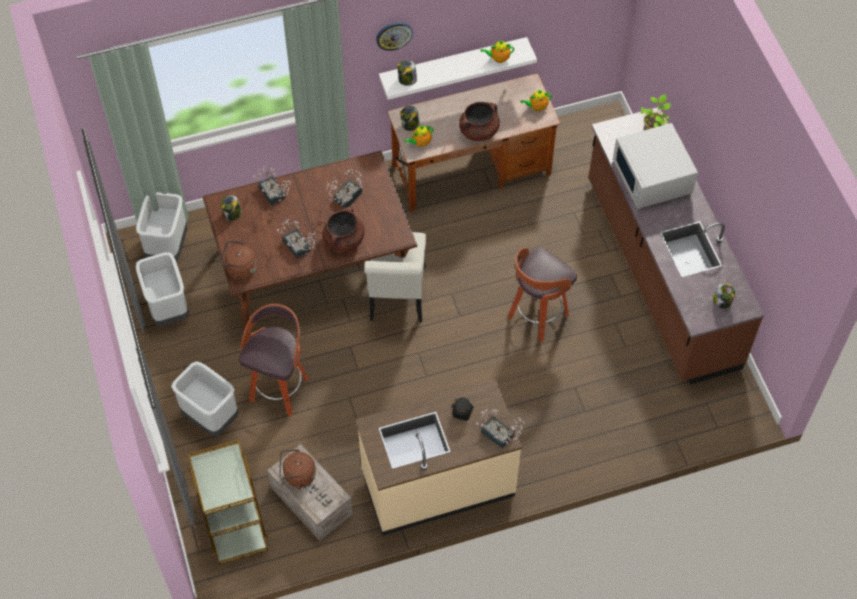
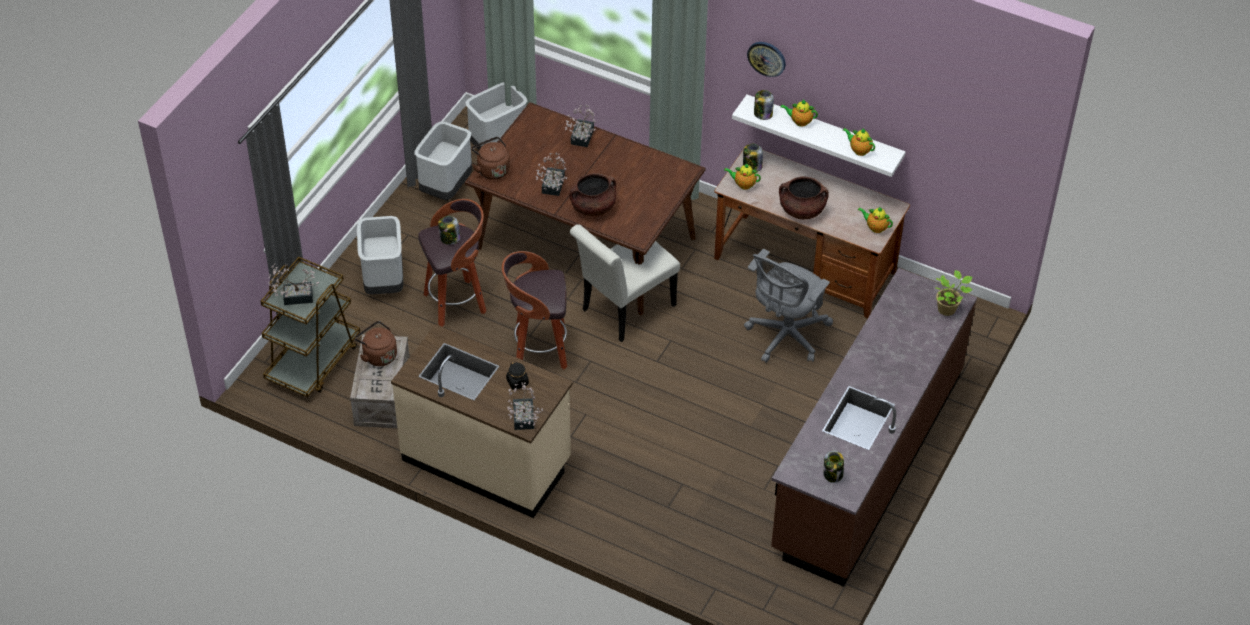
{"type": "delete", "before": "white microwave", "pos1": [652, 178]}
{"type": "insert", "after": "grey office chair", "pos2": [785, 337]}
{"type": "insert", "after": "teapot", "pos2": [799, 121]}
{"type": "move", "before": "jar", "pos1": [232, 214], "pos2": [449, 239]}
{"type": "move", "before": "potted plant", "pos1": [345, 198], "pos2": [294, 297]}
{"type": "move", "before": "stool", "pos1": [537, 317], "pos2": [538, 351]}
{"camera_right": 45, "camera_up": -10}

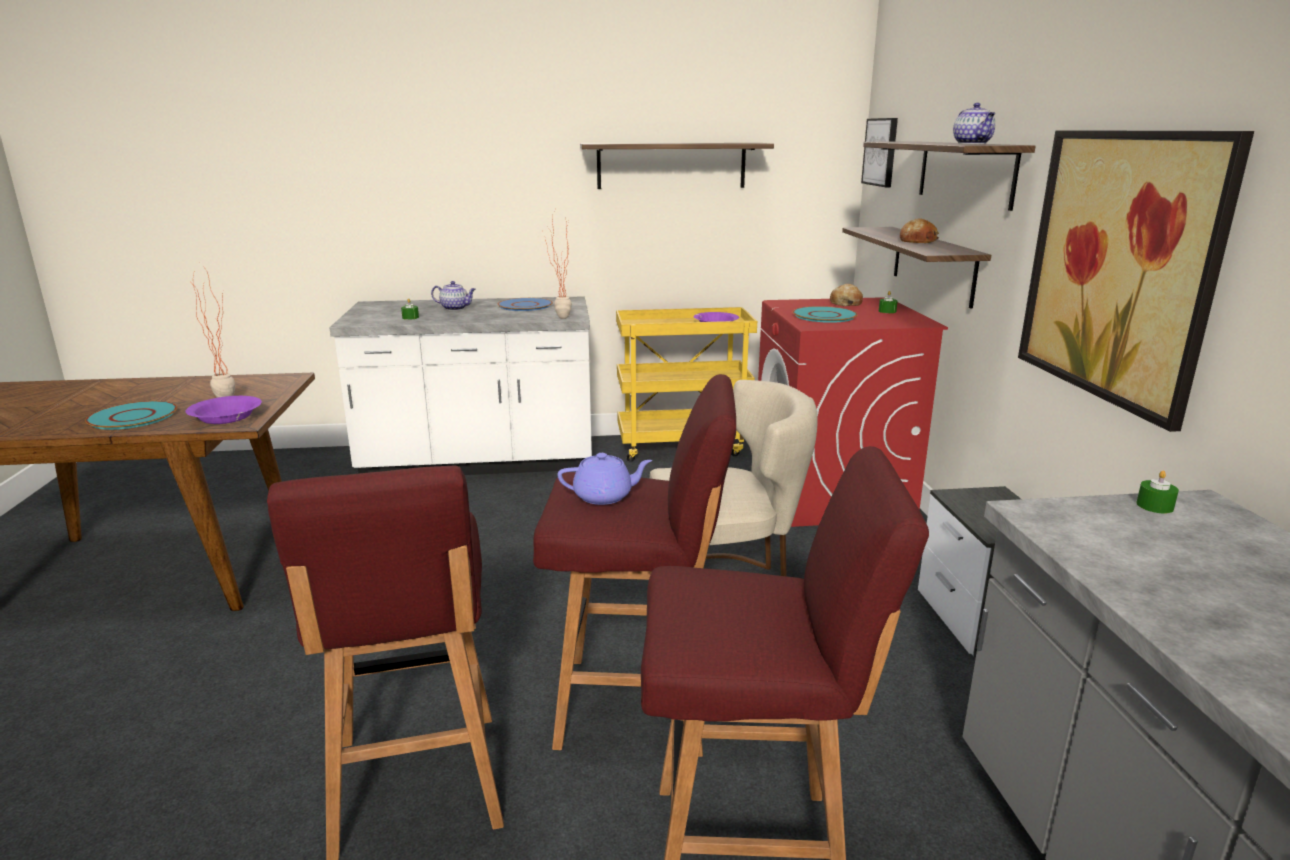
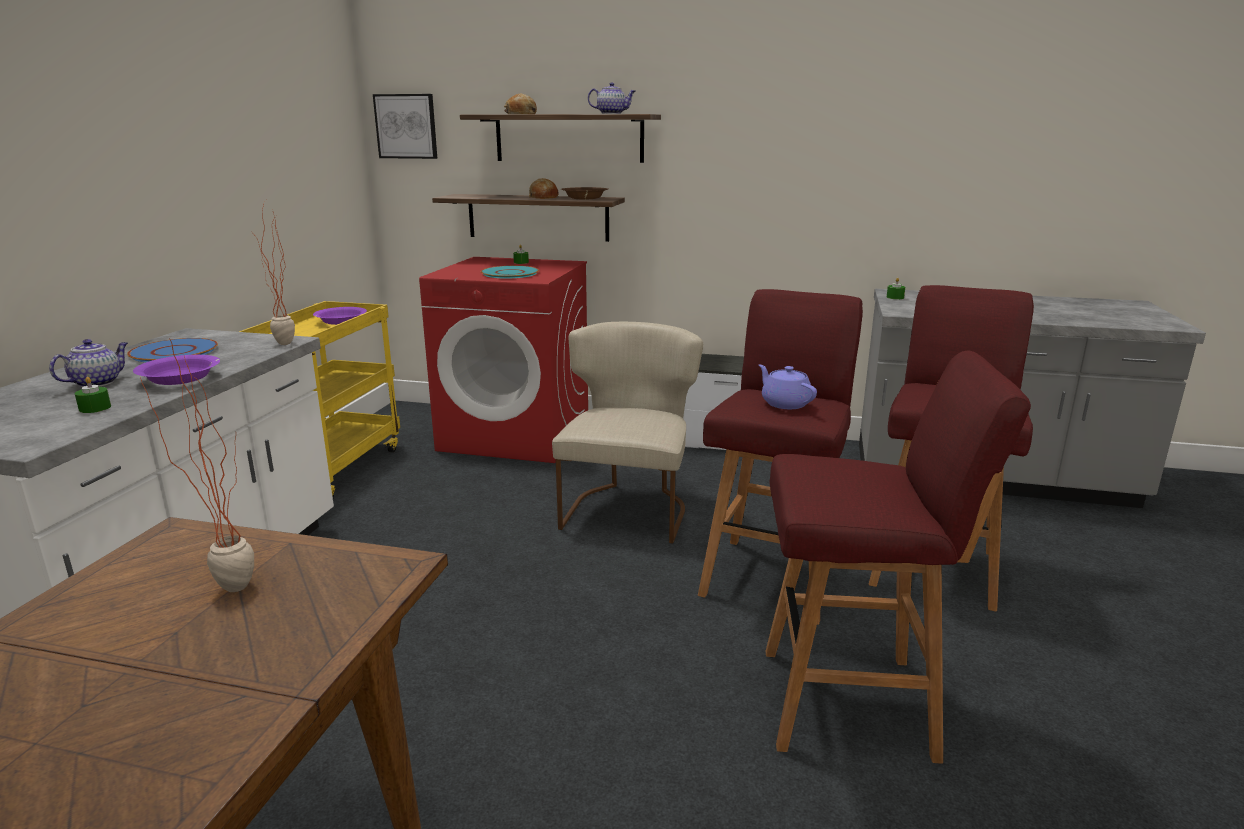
{"type": "delete", "before": "turquoise plate", "pos1": [133, 417]}
{"type": "delete", "before": "shelf", "pos1": [671, 165]}
{"type": "delete", "before": "picture", "pos1": [1119, 267]}
{"type": "insert", "after": "brown bowl", "pos2": [584, 198]}
{"type": "move", "before": "purple bowl", "pos1": [226, 418], "pos2": [180, 379]}
{"type": "move", "before": "bread", "pos1": [845, 303], "pos2": [521, 114]}
{"type": "rotate", "before": "purple teapot", "pos1": [604, 496], "pos2": [785, 403], "turn": -45}
{"camera_right": -70, "camera_up": 0}

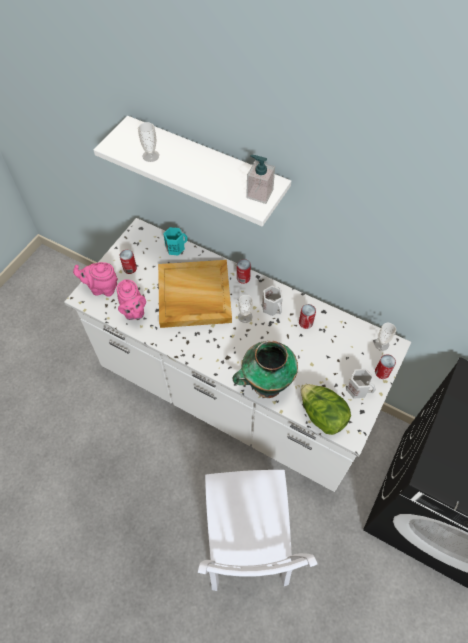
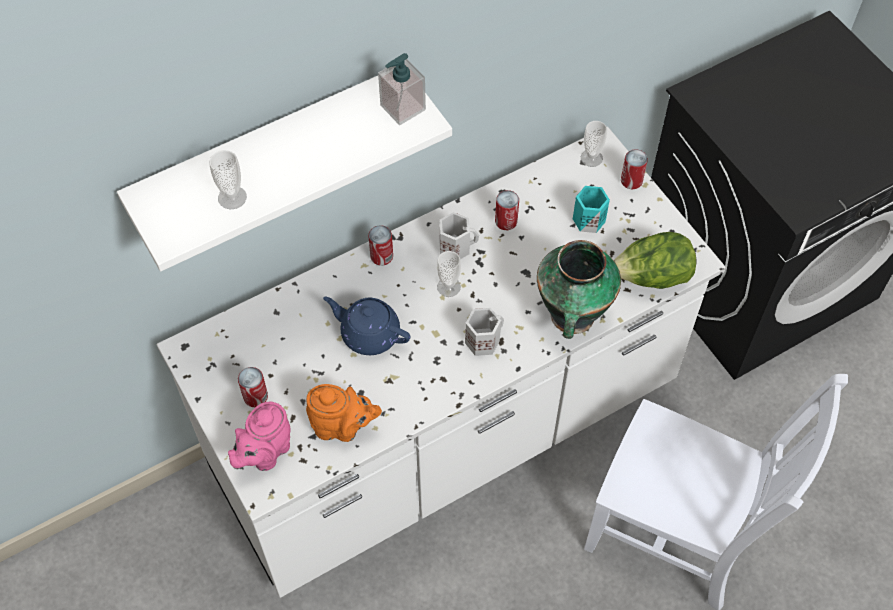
{"type": "move", "before": "turquoise mug", "pos1": [175, 247], "pos2": [588, 219]}
{"type": "move", "before": "white mug", "pos1": [358, 389], "pos2": [483, 340]}
{"type": "replace", "before": "beige tray", "after": "blue teapot", "pos1": [193, 296], "pos2": [369, 333]}
{"type": "recolor", "before": "pink teapot", "after": "orange teapot", "pos1": [133, 312], "pos2": [342, 427]}
{"camera_right": -60, "camera_up": 0}

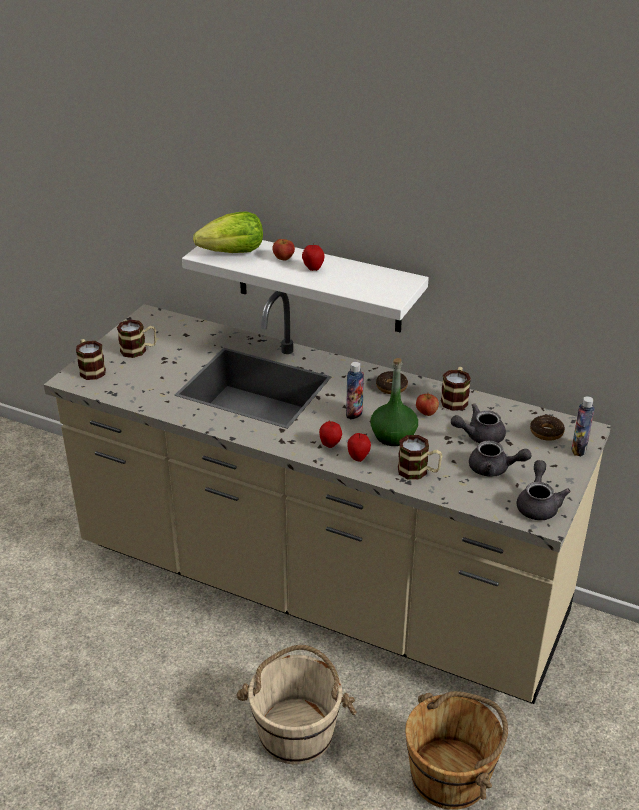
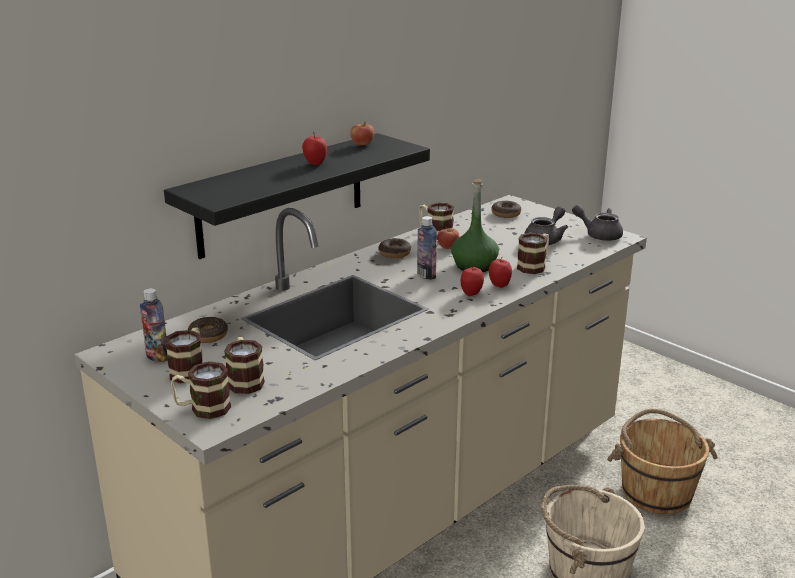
{"type": "delete", "before": "lettuce", "pos1": [233, 253]}
{"type": "delete", "before": "grey teapot", "pos1": [479, 436]}
{"type": "insert", "after": "donut", "pos2": [208, 335]}
{"type": "insert", "after": "mug", "pos2": [245, 380]}
{"type": "move", "before": "apple", "pos1": [283, 258], "pos2": [362, 144]}
{"type": "move", "before": "bottle", "pos1": [579, 449], "pos2": [157, 357]}
{"type": "recolor", "before": "white shelf", "after": "black shelf", "pos1": [319, 282], "pos2": [281, 195]}
{"camera_right": -70, "camera_up": -10}

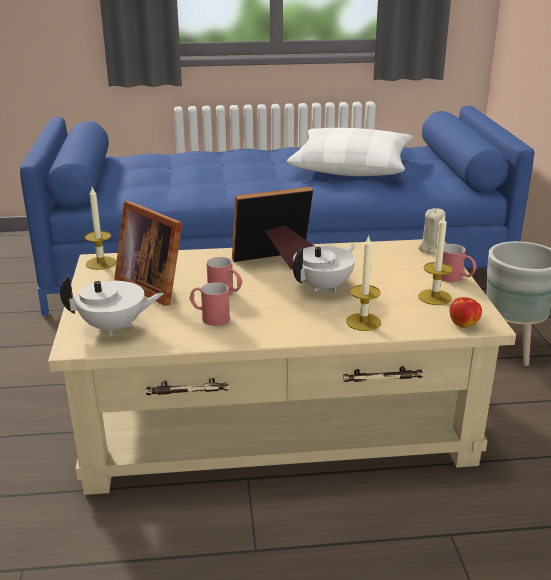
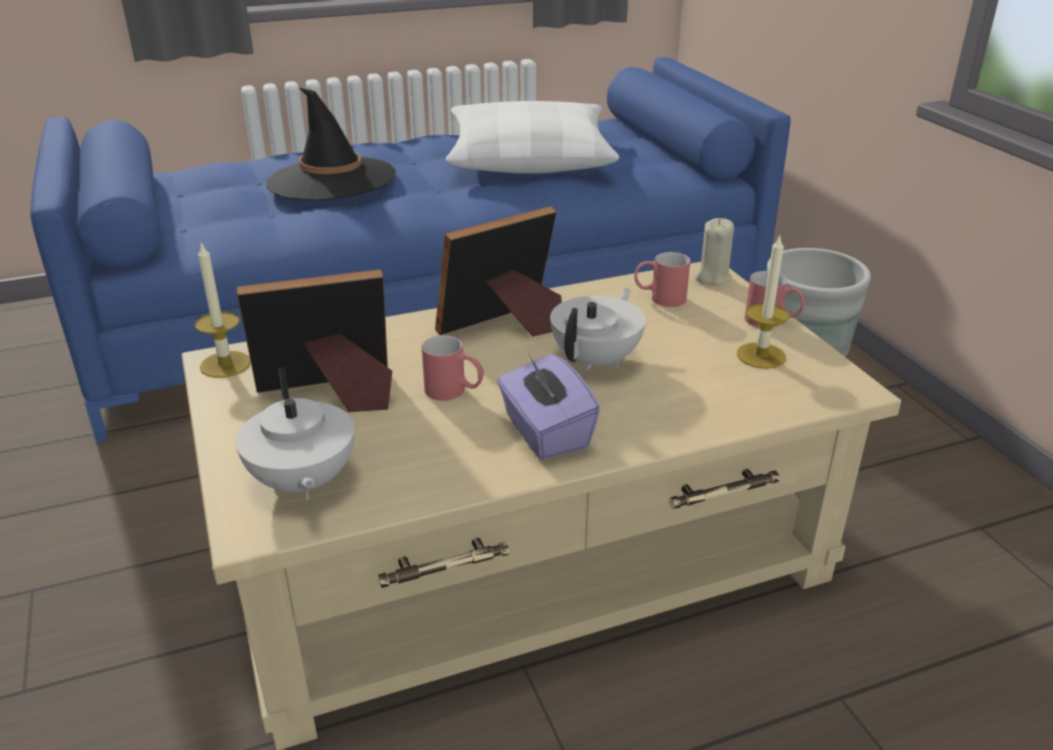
{"type": "delete", "before": "candle", "pos1": [363, 322]}
{"type": "delete", "before": "apple", "pos1": [464, 324]}
{"type": "insert", "after": "black hat", "pos2": [331, 180]}
{"type": "insert", "after": "purple tissue box", "pos2": [545, 432]}
{"type": "move", "before": "red mug", "pos1": [209, 317], "pos2": [659, 298]}
{"type": "rotate", "before": "white teapot", "pos1": [114, 327], "pos2": [302, 483], "turn": 90}
{"type": "rotate", "before": "picture frame", "pos1": [153, 285], "pos2": [332, 394], "turn": 135}
{"camera_right": -15, "camera_up": 5}

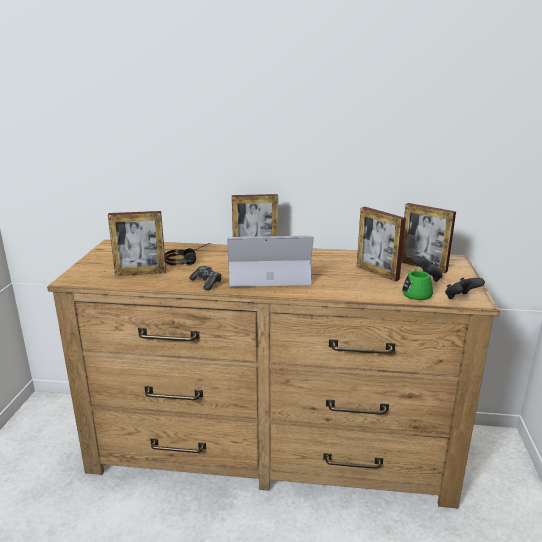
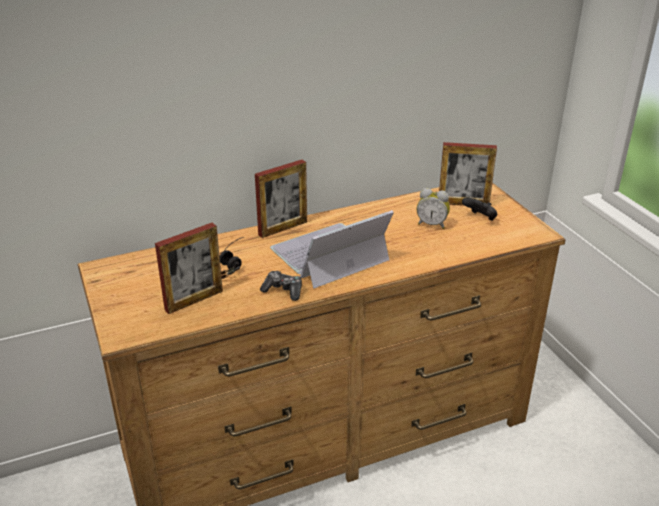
{"type": "delete", "before": "green mug", "pos1": [416, 293]}
{"type": "delete", "before": "black game controller", "pos1": [461, 298]}
{"type": "replace", "before": "picture frame", "after": "alarm clock", "pos1": [377, 272], "pos2": [432, 224]}
{"camera_right": -30, "camera_up": 10}

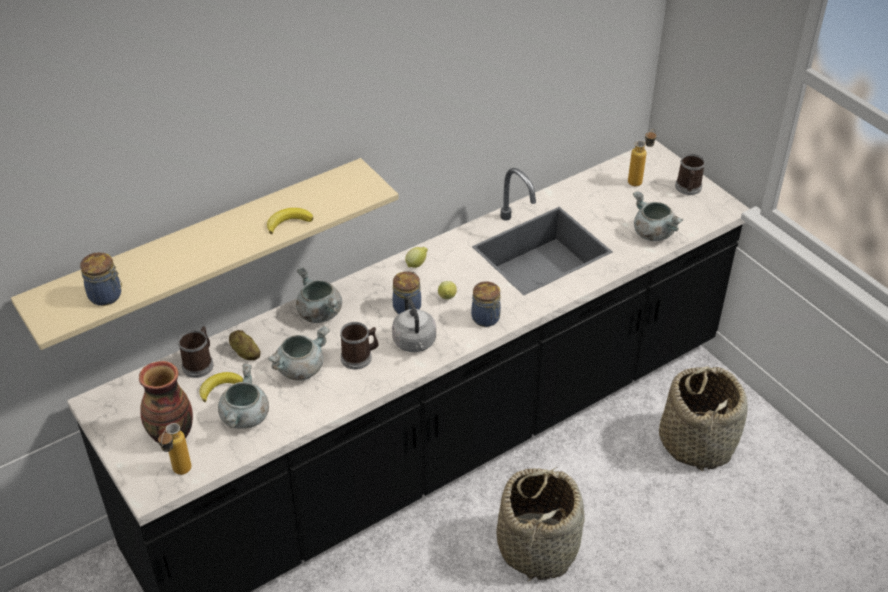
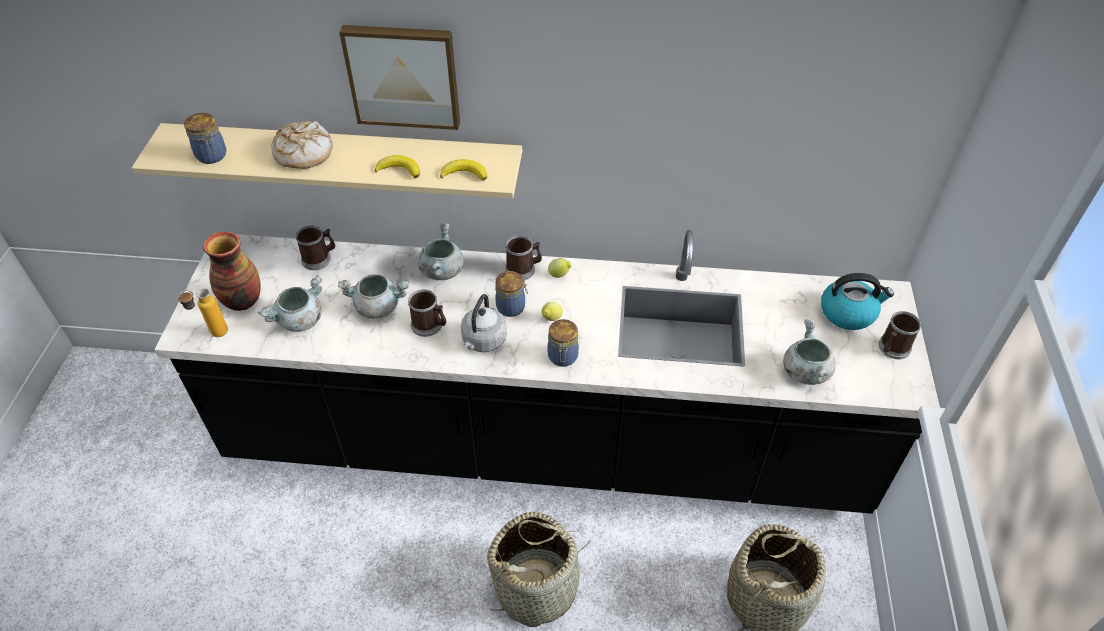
{"type": "delete", "before": "potato", "pos1": [245, 353]}
{"type": "insert", "after": "bread", "pos2": [303, 153]}
{"type": "insert", "after": "picture", "pos2": [403, 75]}
{"type": "insert", "after": "mug", "pos2": [523, 269]}
{"type": "move", "before": "banana", "pos1": [220, 387], "pos2": [464, 173]}
{"type": "replace", "before": "bottle", "after": "kettle", "pos1": [639, 180], "pos2": [848, 312]}
{"camera_right": 40, "camera_up": 5}

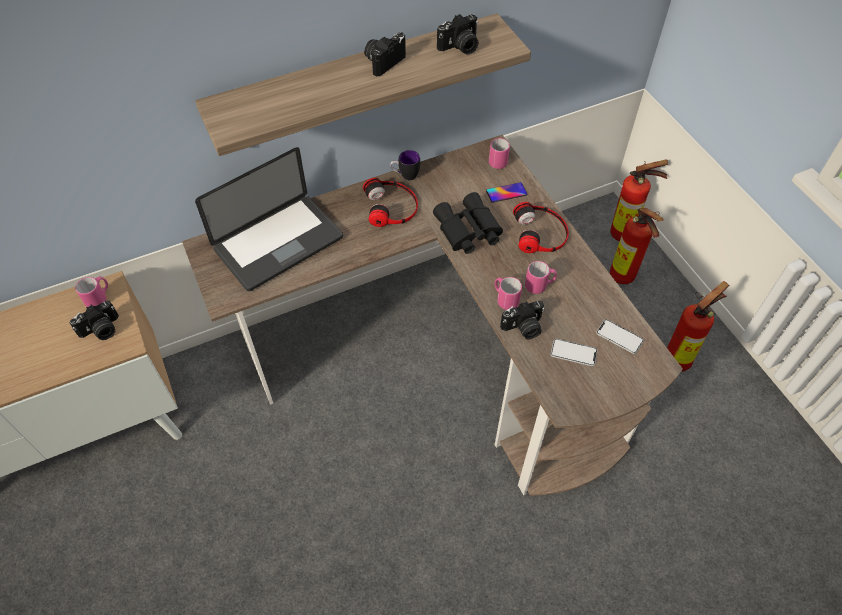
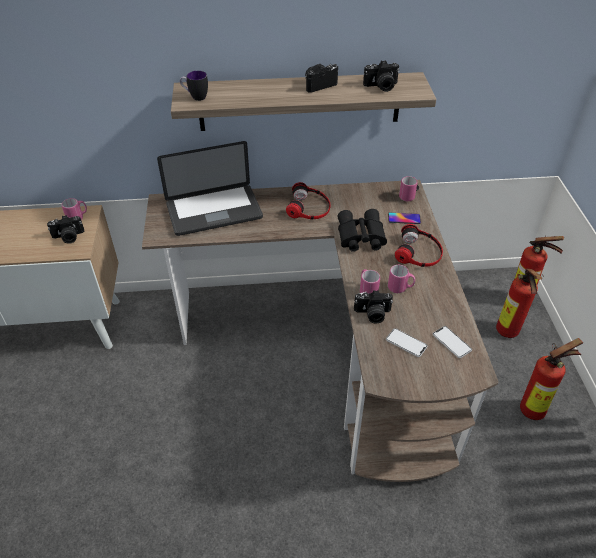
{"type": "move", "before": "mug", "pos1": [405, 176], "pos2": [195, 97]}
{"camera_right": 20, "camera_up": -10}

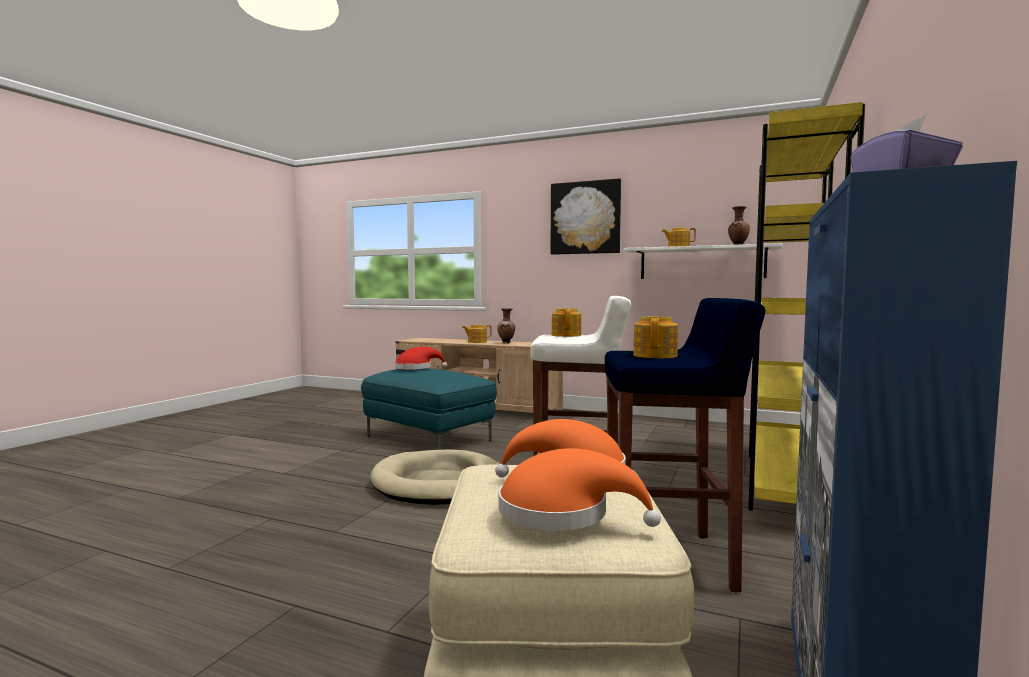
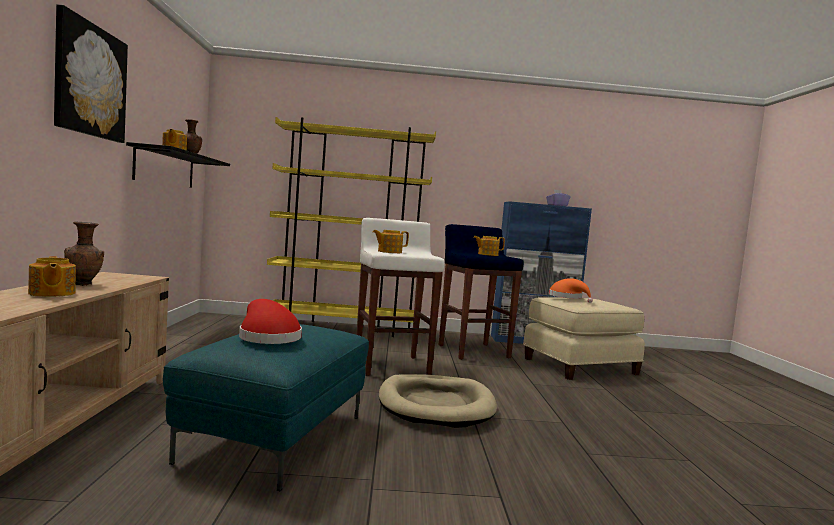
{"type": "delete", "before": "orange hat", "pos1": [562, 513]}
{"type": "recolor", "before": "white shelf", "after": "black shelf", "pos1": [701, 263], "pos2": [165, 168]}
{"camera_right": -115, "camera_up": 0}

